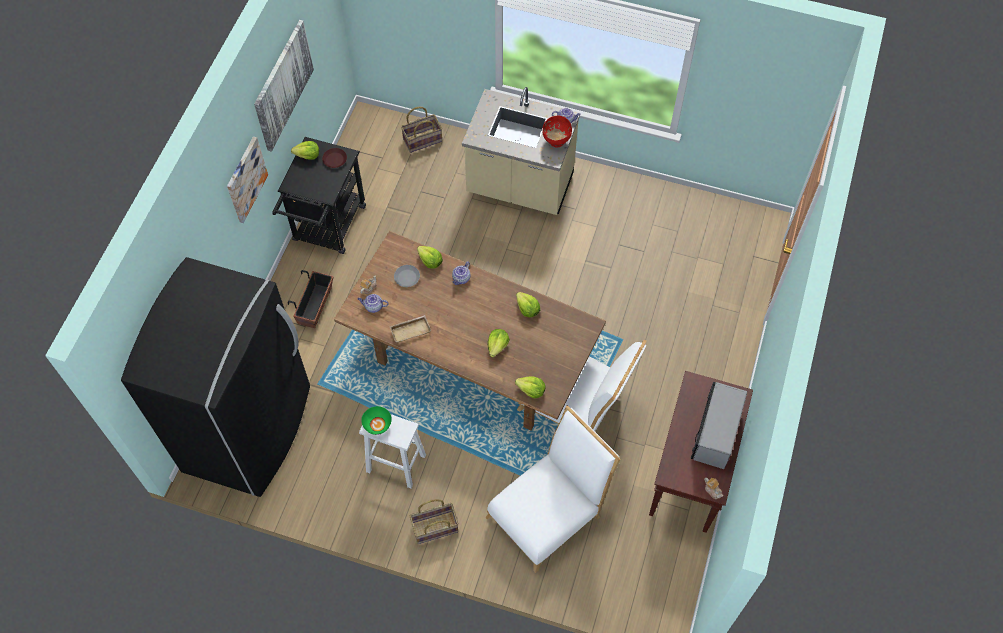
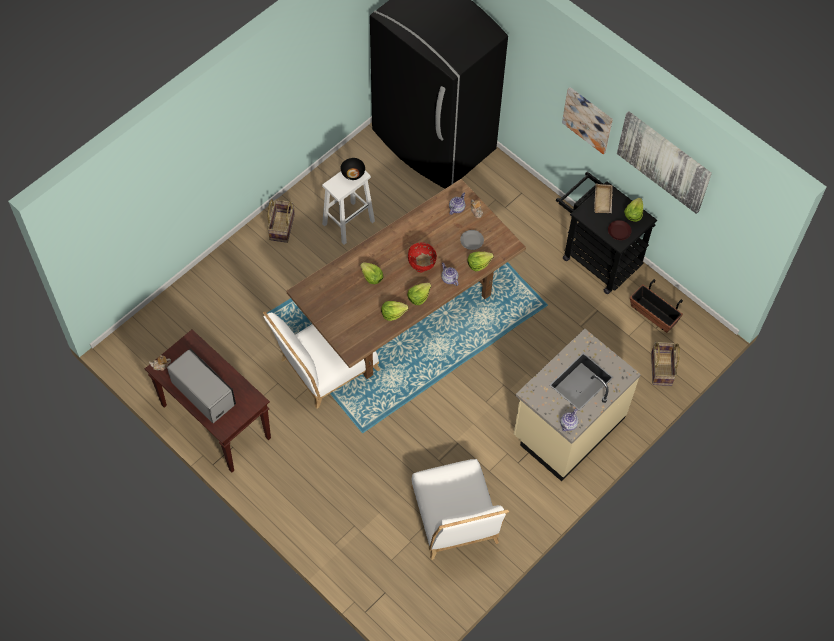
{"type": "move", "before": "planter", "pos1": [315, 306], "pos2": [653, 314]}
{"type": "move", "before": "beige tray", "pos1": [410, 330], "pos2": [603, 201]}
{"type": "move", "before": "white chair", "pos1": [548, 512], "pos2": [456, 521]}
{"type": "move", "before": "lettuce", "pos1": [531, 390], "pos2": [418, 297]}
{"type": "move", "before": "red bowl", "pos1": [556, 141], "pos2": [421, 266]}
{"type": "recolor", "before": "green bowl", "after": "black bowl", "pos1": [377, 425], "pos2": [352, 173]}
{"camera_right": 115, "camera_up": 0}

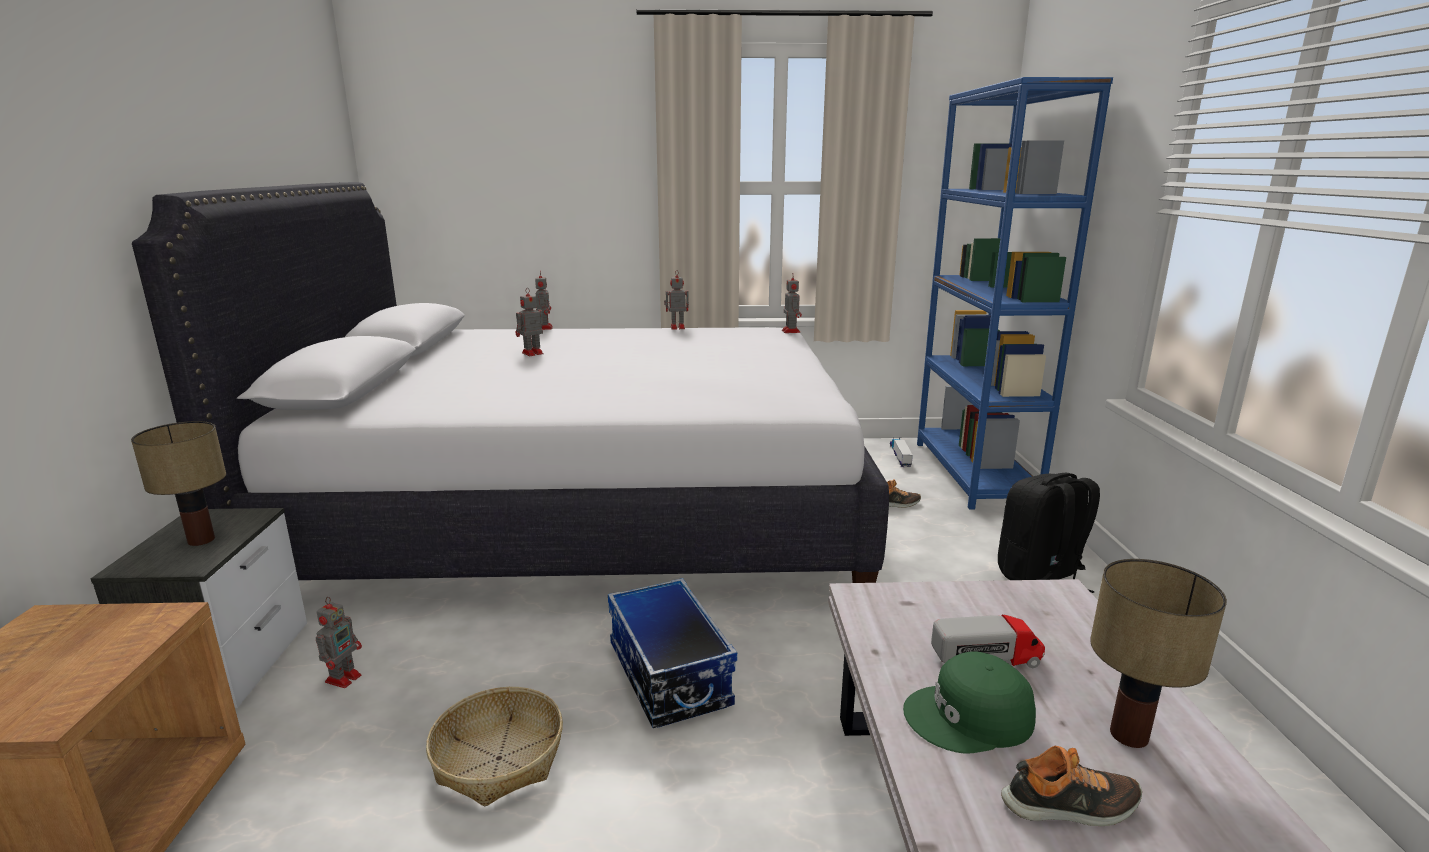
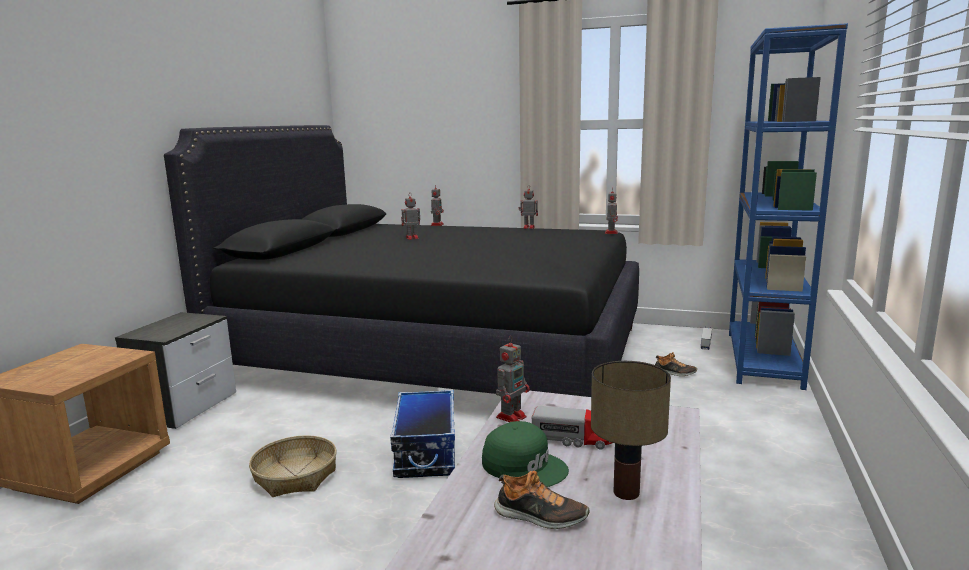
{"type": "delete", "before": "table lamp", "pos1": [200, 540]}
{"type": "delete", "before": "black backpack", "pos1": [1040, 578]}
{"type": "move", "before": "toy robot", "pos1": [344, 677], "pos2": [512, 416]}
{"type": "recolor", "before": "white bed", "after": "black bed", "pos1": [586, 512], "pos2": [438, 353]}
{"type": "rotate", "before": "green cap", "pos1": [970, 717], "pos2": [524, 465], "turn": -150}
{"camera_right": 20, "camera_up": -5}

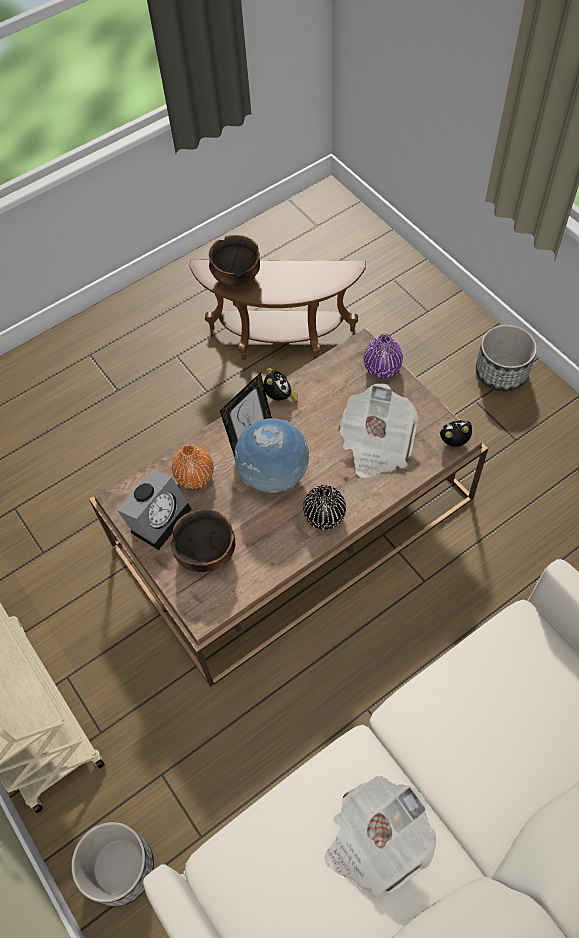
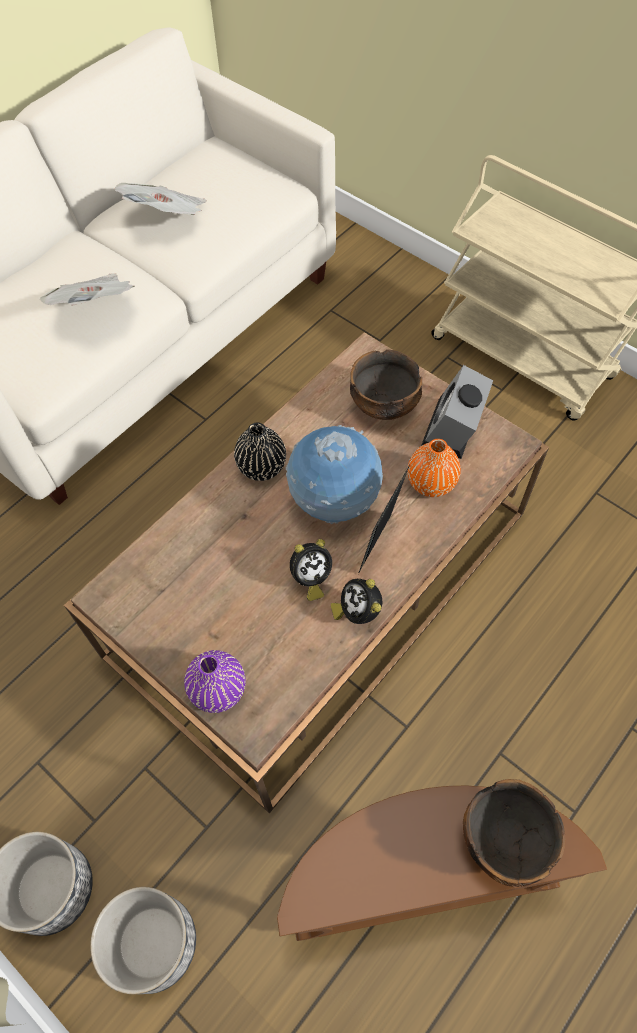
{"type": "move", "before": "planter", "pos1": [120, 867], "pos2": [153, 943]}
{"type": "move", "before": "newspaper", "pos1": [376, 444], "pos2": [96, 307]}
{"type": "move", "before": "alarm clock", "pos1": [454, 441], "pos2": [310, 578]}
{"camera_right": 165, "camera_up": 0}

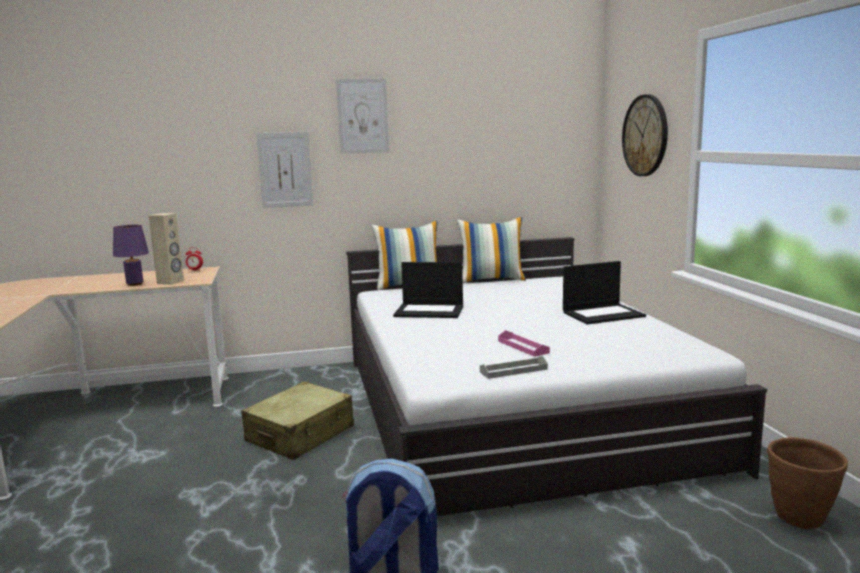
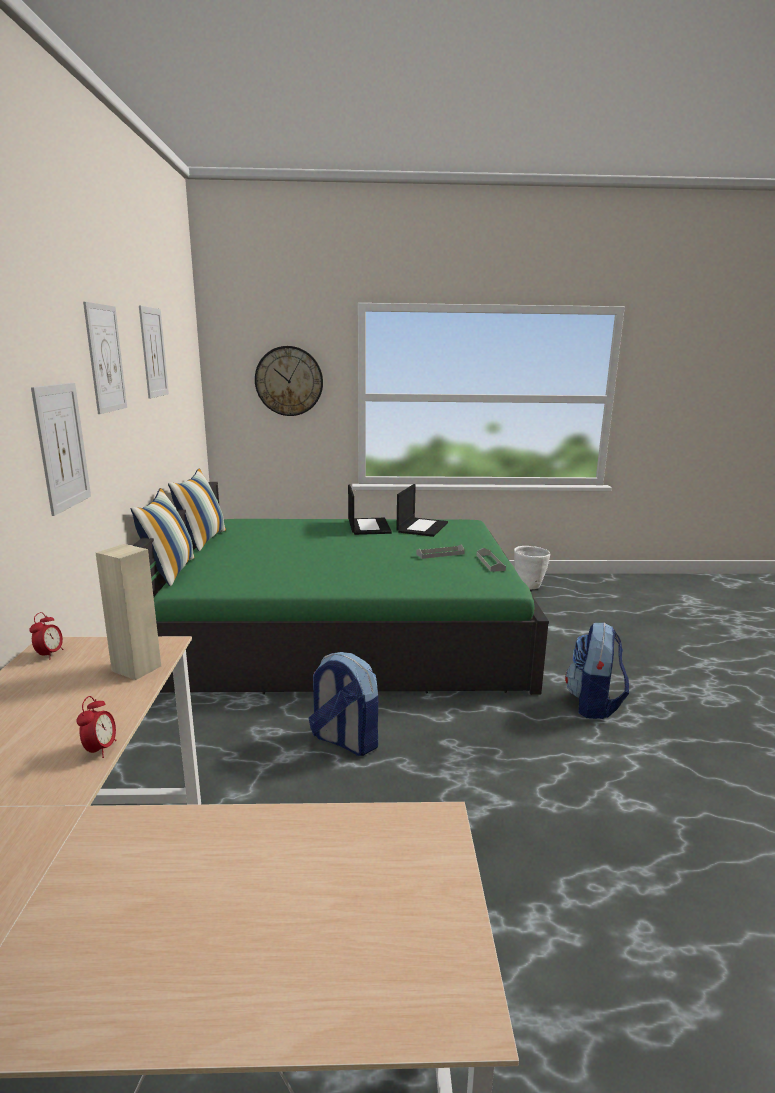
{"type": "delete", "before": "purple table lamp", "pos1": [135, 284]}
{"type": "insert", "after": "alarm clock", "pos2": [100, 749]}
{"type": "insert", "after": "picture", "pos2": [153, 352]}
{"type": "move", "before": "laptop", "pos1": [430, 311], "pos2": [422, 527]}
{"type": "replace", "before": "beige suitcase", "after": "backpack", "pos1": [300, 434], "pos2": [344, 740]}
{"type": "recolor", "before": "white bed", "after": "green bed", "pos1": [511, 408], "pos2": [348, 629]}
{"type": "recolor", "before": "pink tray", "after": "grey tray", "pos1": [523, 347], "pos2": [440, 554]}
{"type": "recolor", "before": "brown planter", "after": "white planter", "pos1": [800, 520], "pos2": [529, 586]}
{"camera_right": -80, "camera_up": 5}

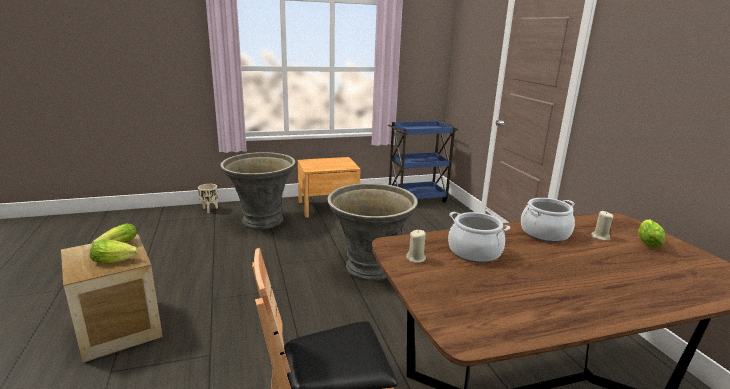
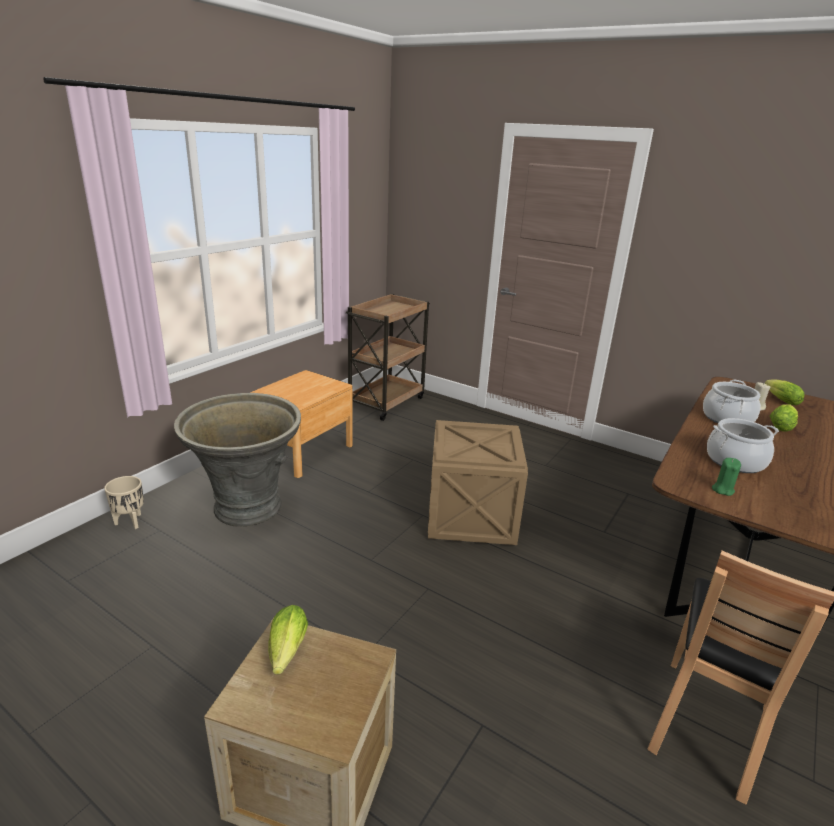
{"type": "move", "before": "lettuce", "pos1": [116, 260], "pos2": [782, 426]}
{"type": "replace", "before": "grey planter", "after": "crate", "pos1": [369, 268], "pos2": [471, 516]}
{"type": "recolor", "before": "blue cart", "after": "brown cart", "pos1": [417, 198], "pos2": [386, 402]}
{"type": "recolor", "before": "beige candle", "after": "green candle", "pos1": [416, 258], "pos2": [722, 490]}
{"camera_right": -40, "camera_up": 5}

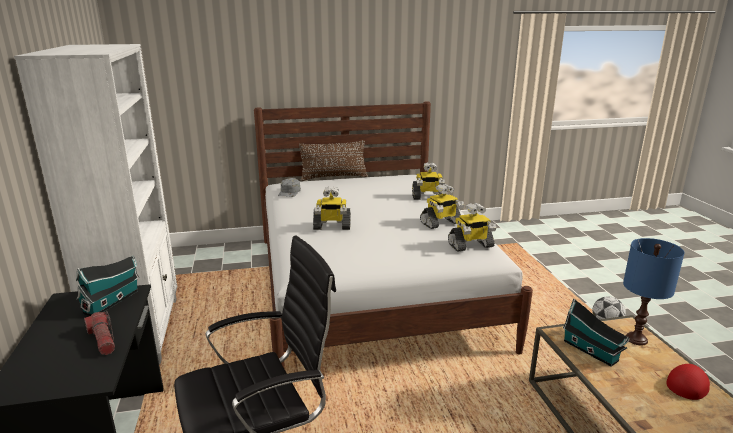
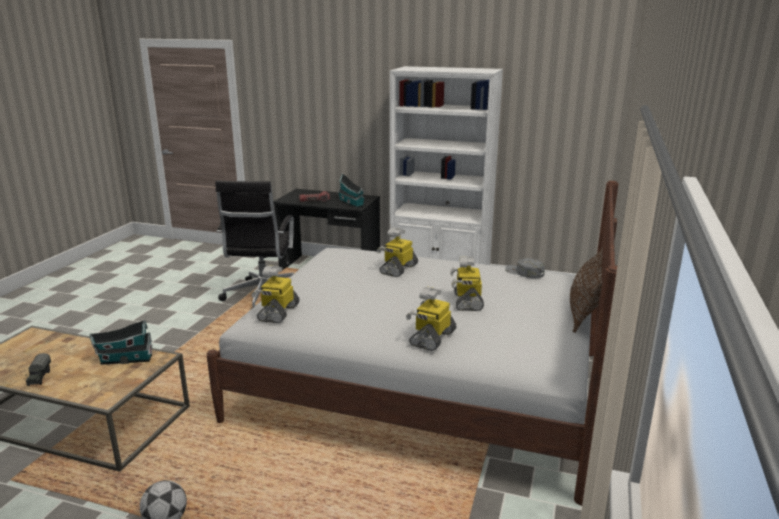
{"type": "delete", "before": "blue table lamp", "pos1": [636, 339]}
{"type": "move", "before": "toy robot", "pos1": [441, 223], "pos2": [467, 301]}
{"type": "replace", "before": "red cap", "after": "toy truck", "pos1": [689, 383], "pos2": [39, 377]}
{"camera_right": 120, "camera_up": 0}

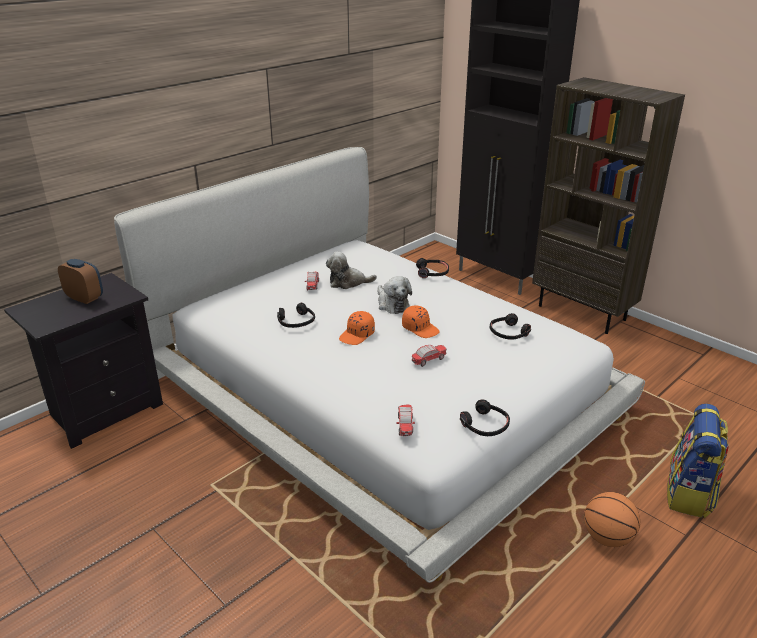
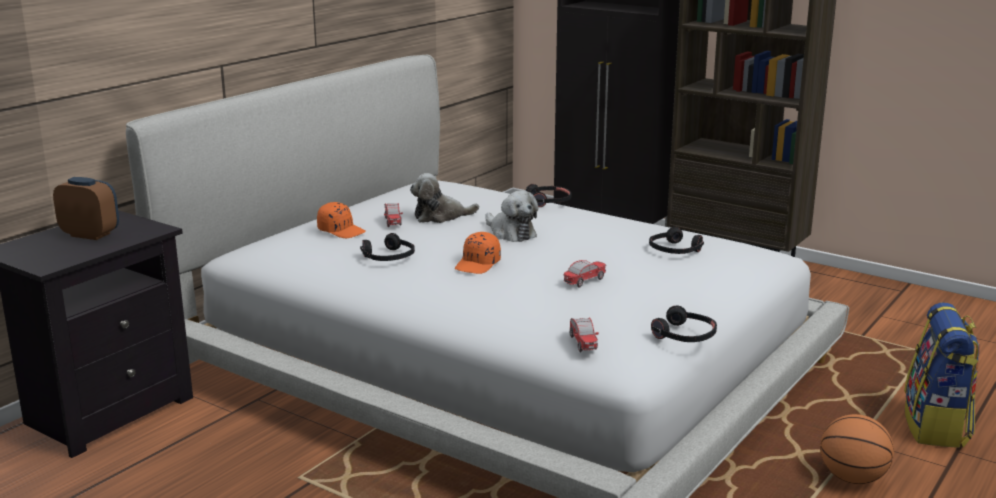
{"type": "move", "before": "orange cap", "pos1": [420, 328], "pos2": [341, 231]}
{"camera_right": -10, "camera_up": -10}

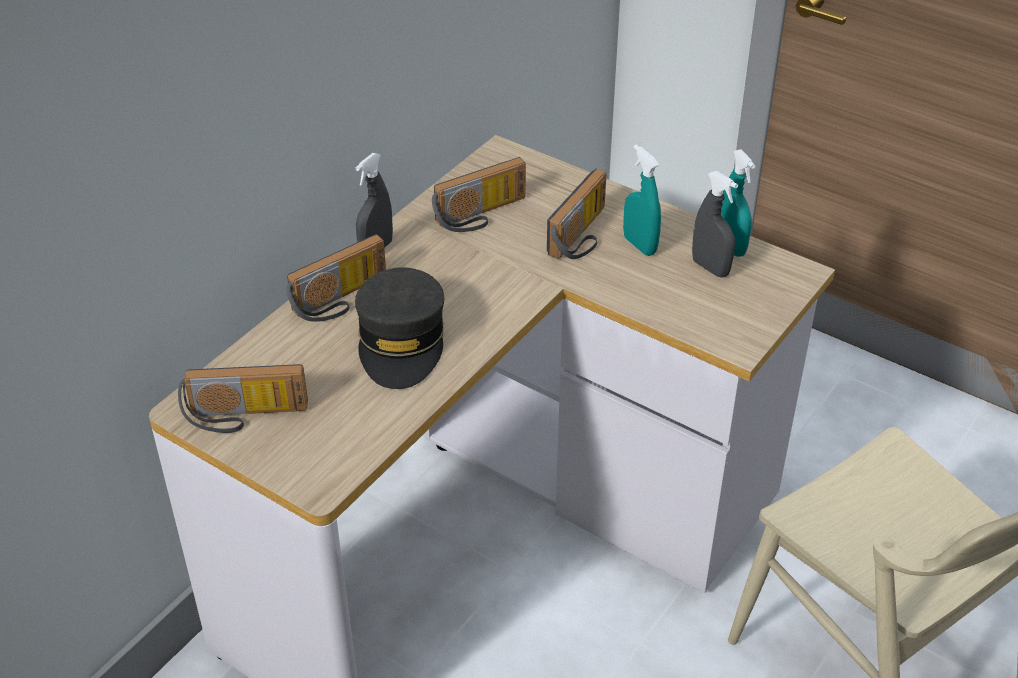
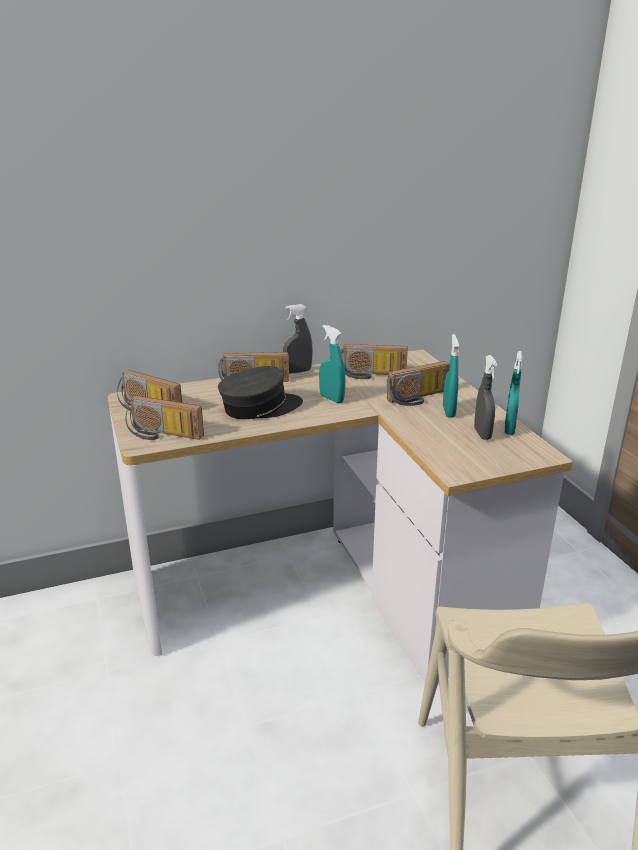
{"type": "insert", "after": "radio", "pos2": [162, 435]}
{"type": "insert", "after": "turquoise spray bottle", "pos2": [331, 399]}
{"type": "rotate", "before": "grey cap", "pos1": [401, 342], "pos2": [260, 407], "turn": -150}
{"camera_right": 35, "camera_up": -15}

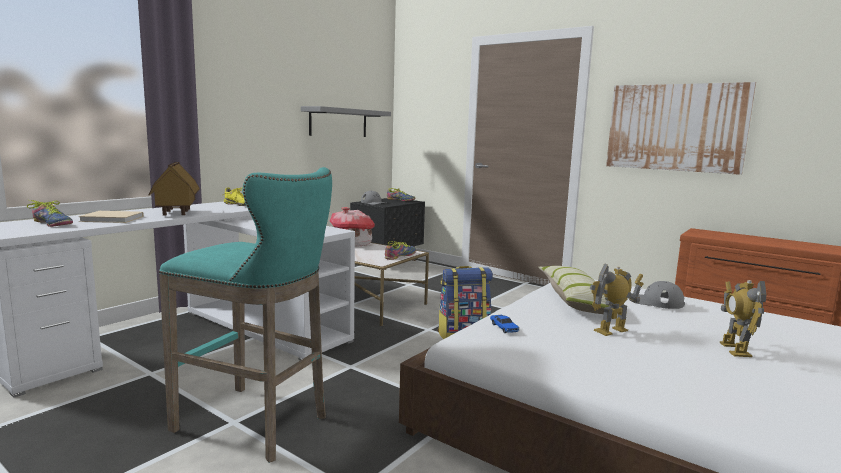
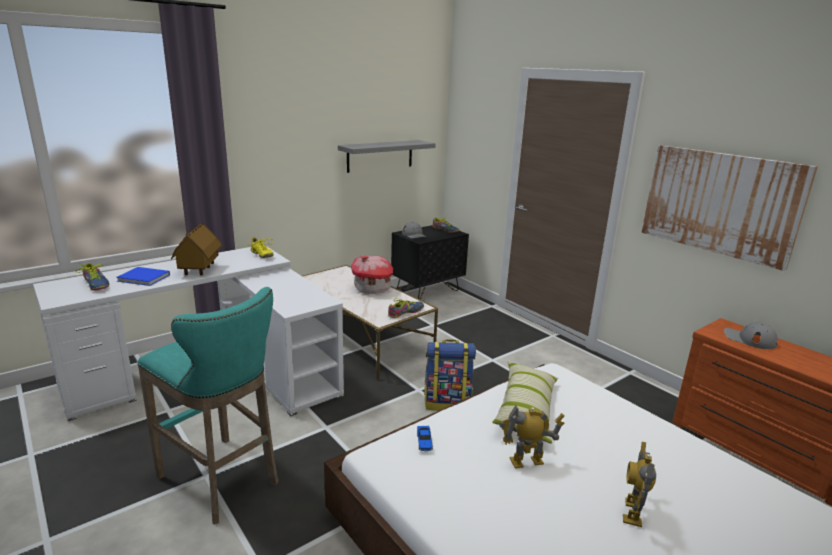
{"type": "move", "before": "grey cap", "pos1": [654, 301], "pos2": [749, 339]}
{"type": "recolor", "before": "beige book", "after": "blue book", "pos1": [114, 219], "pos2": [145, 278]}
{"camera_right": 15, "camera_up": 10}

